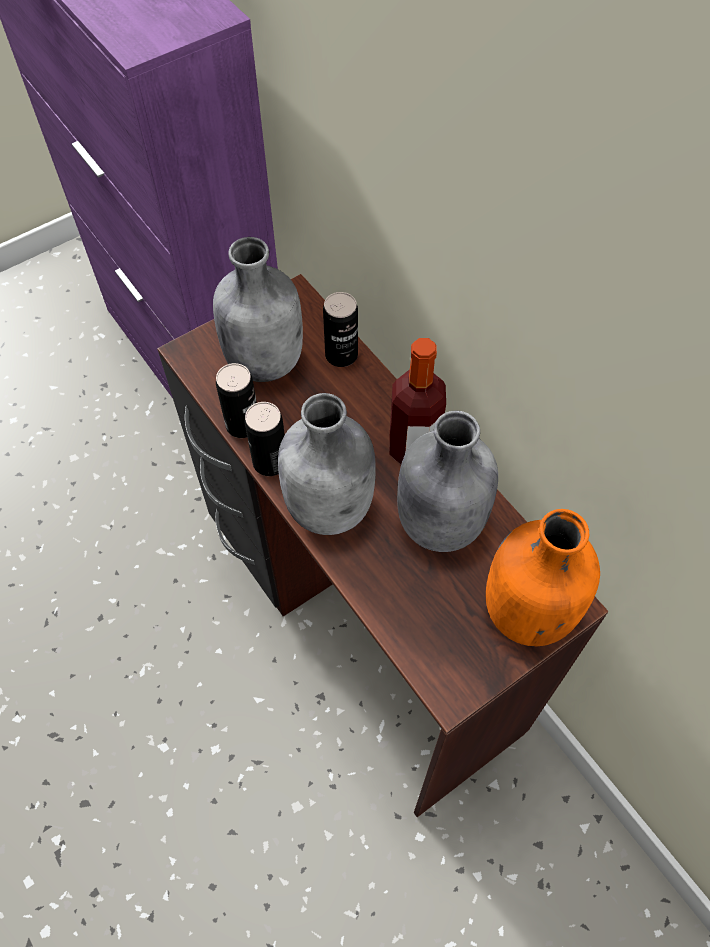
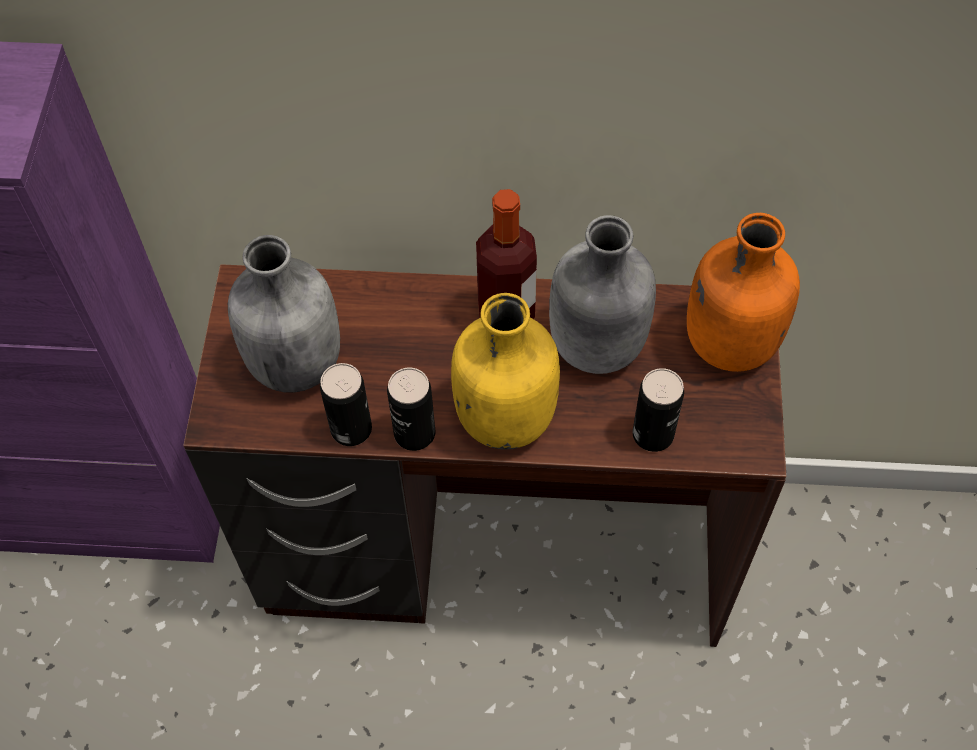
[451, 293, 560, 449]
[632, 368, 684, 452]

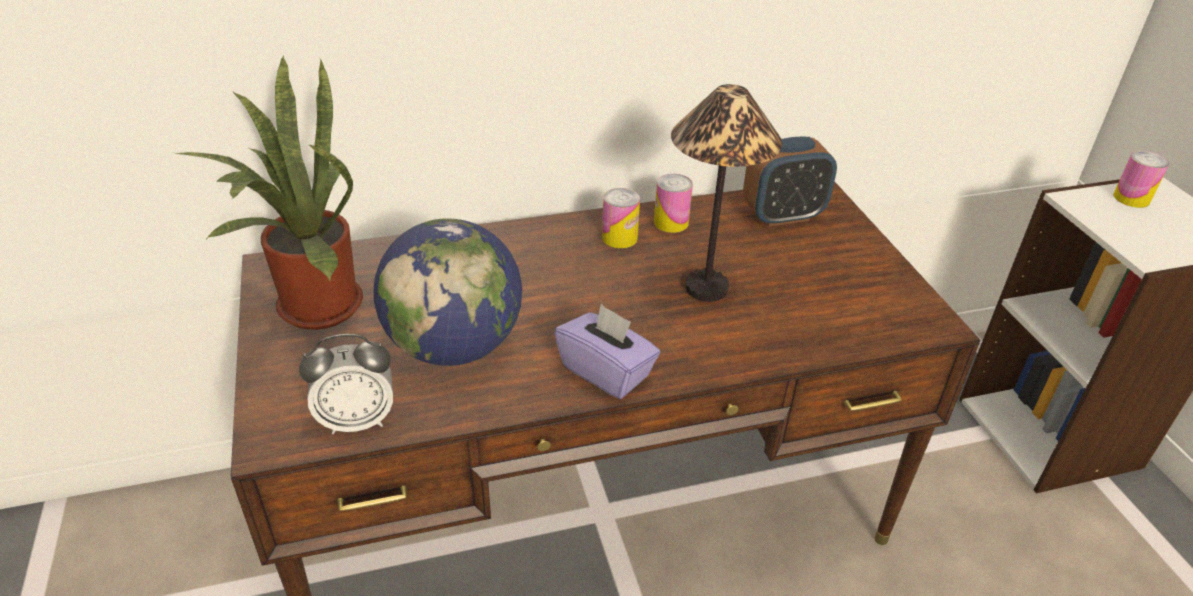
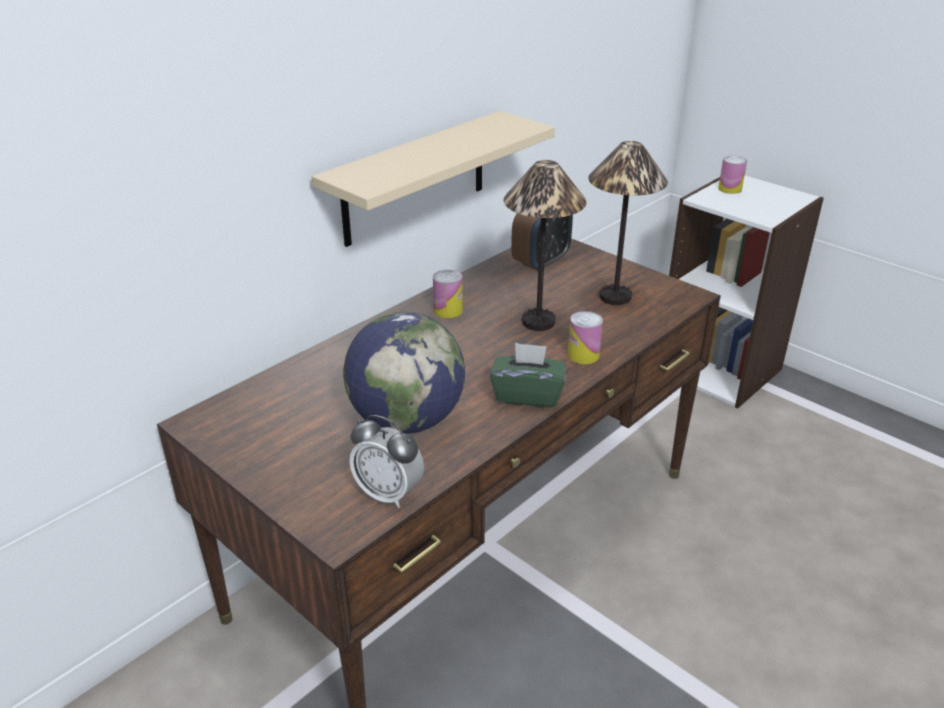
[312, 111, 555, 247]
[349, 415, 424, 508]
[490, 342, 566, 407]
[568, 311, 603, 364]
[588, 141, 668, 305]
[176, 54, 363, 330] (first image)

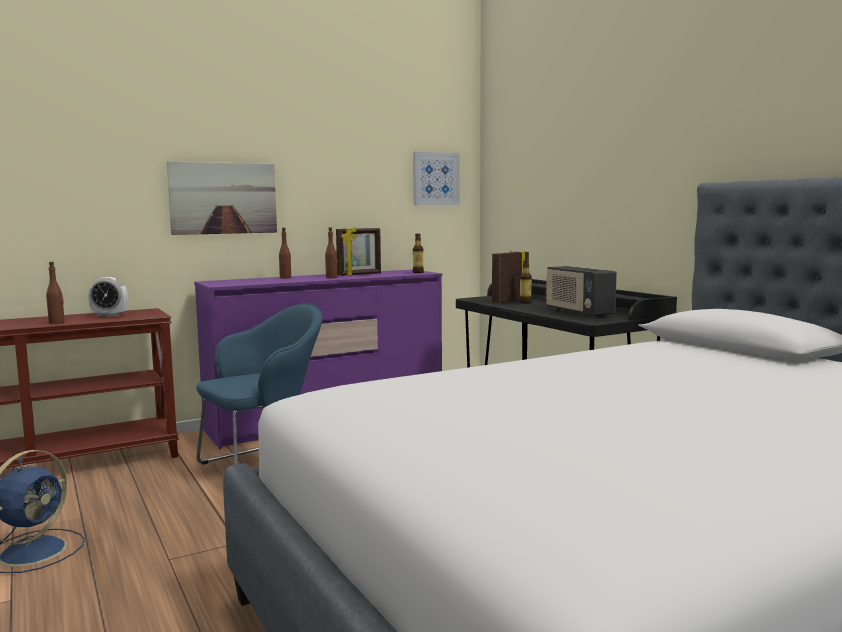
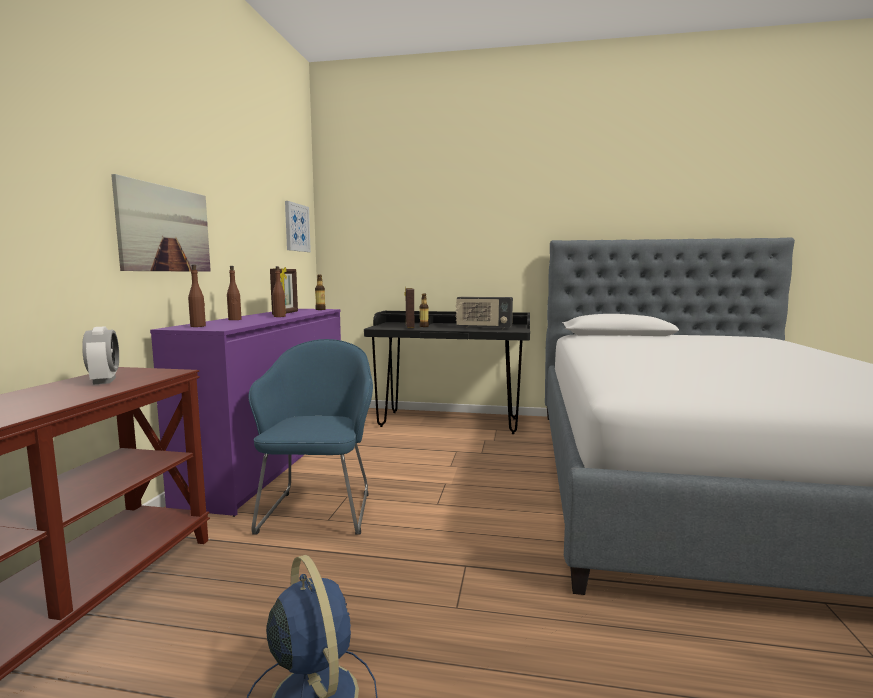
[82, 327, 119, 385]
[188, 265, 206, 327]

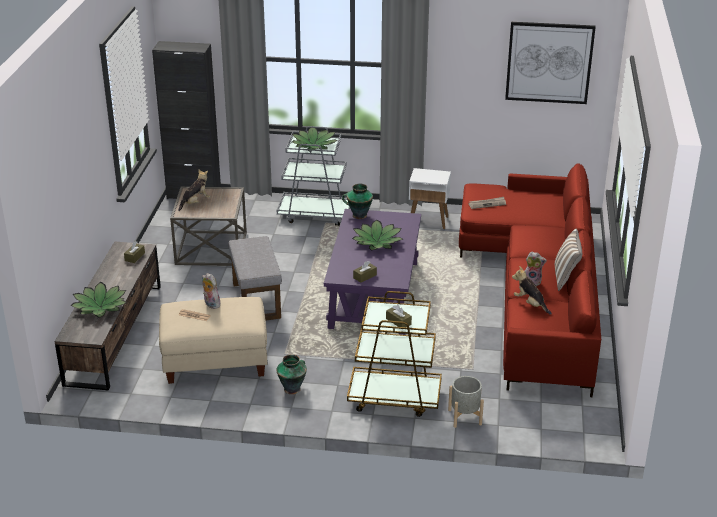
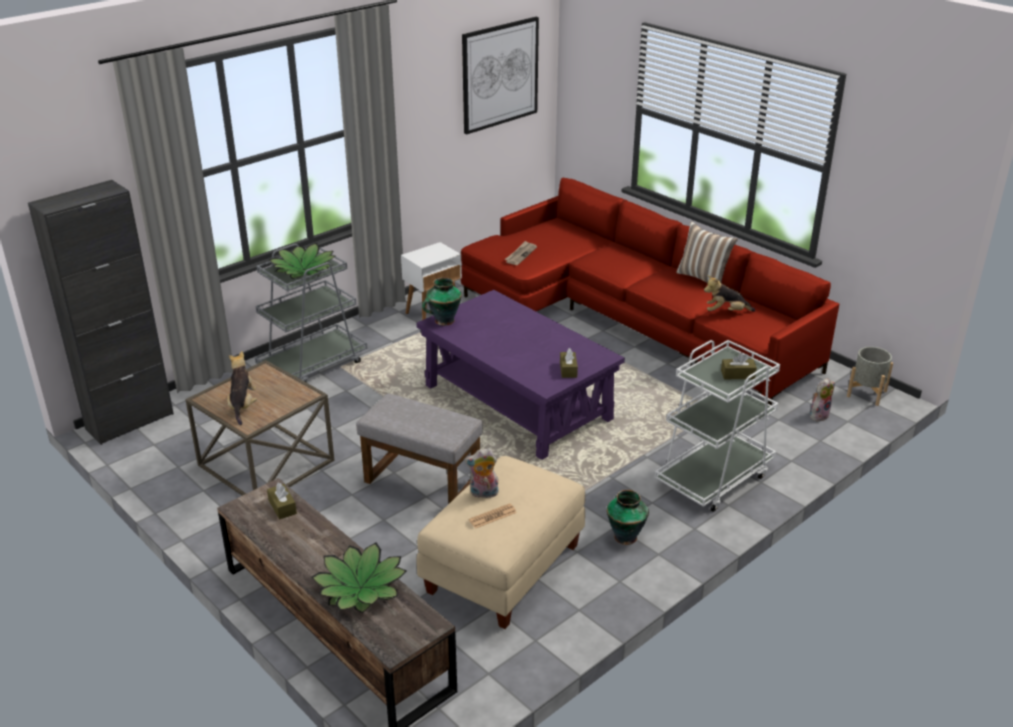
[655, 340, 780, 512]
[810, 378, 835, 421]
[847, 347, 893, 406]
[352, 220, 403, 251] (first image)

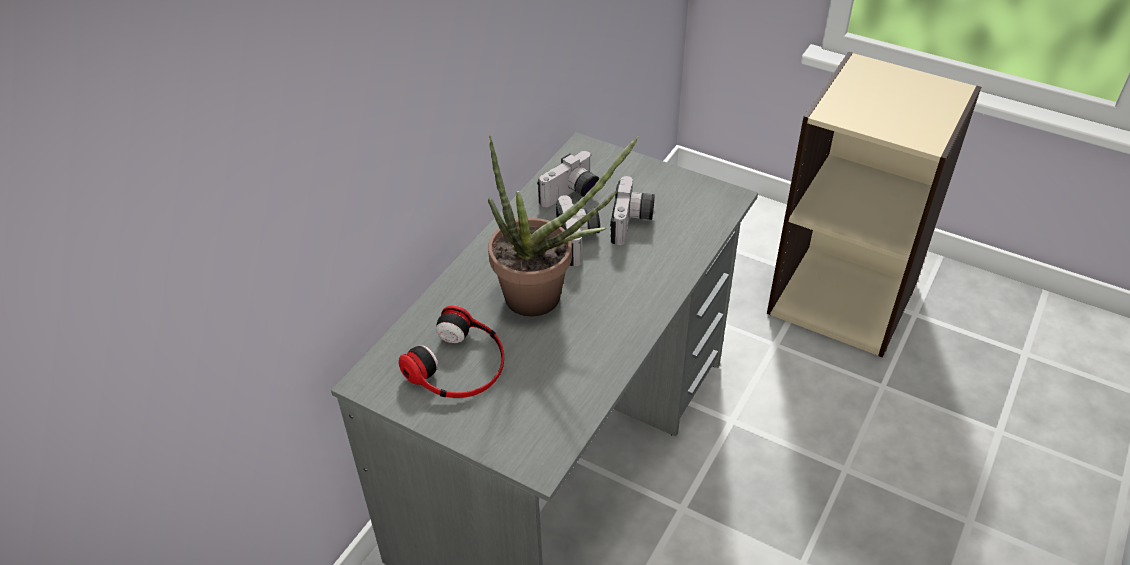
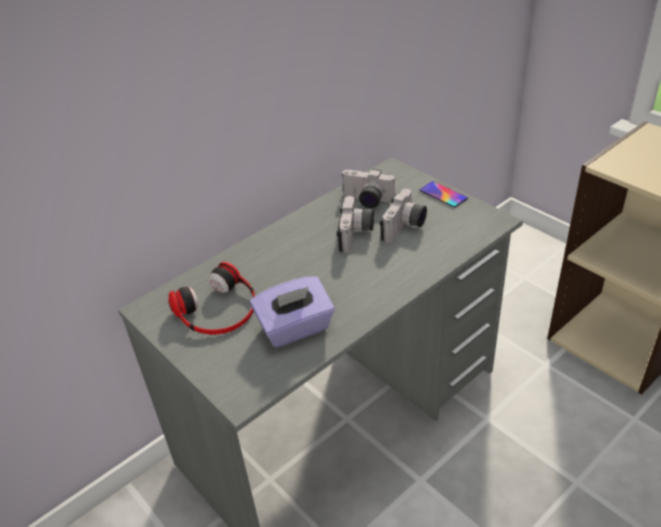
[250, 276, 335, 348]
[341, 169, 395, 208]
[420, 181, 468, 207]
[488, 135, 639, 317] (first image)

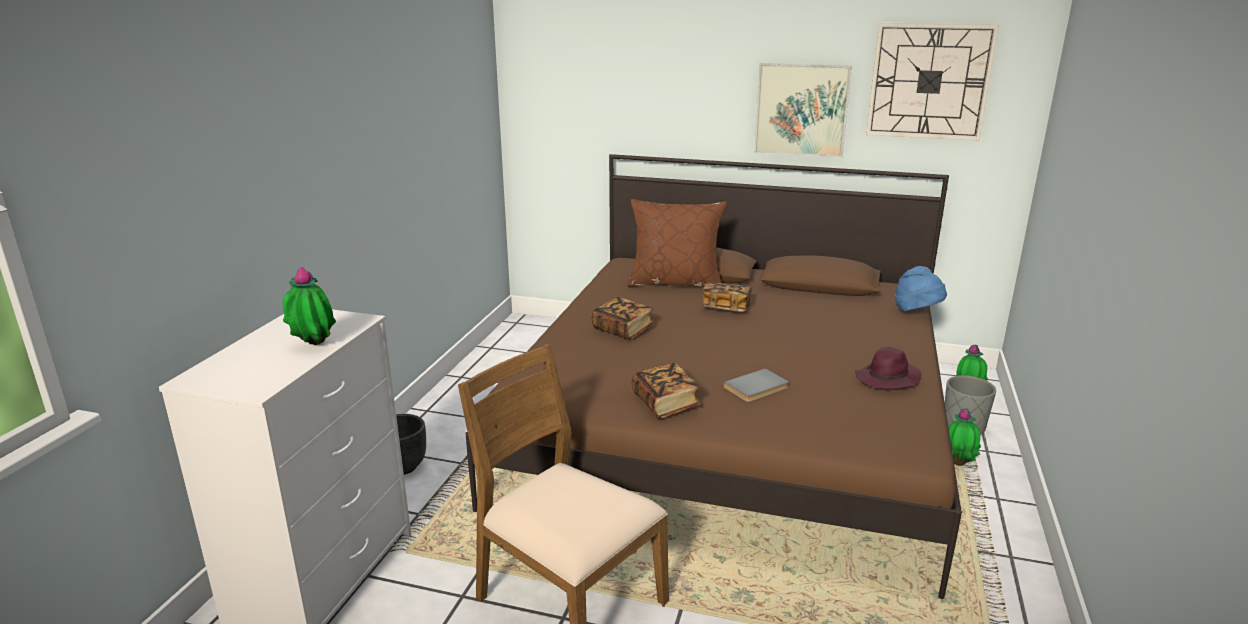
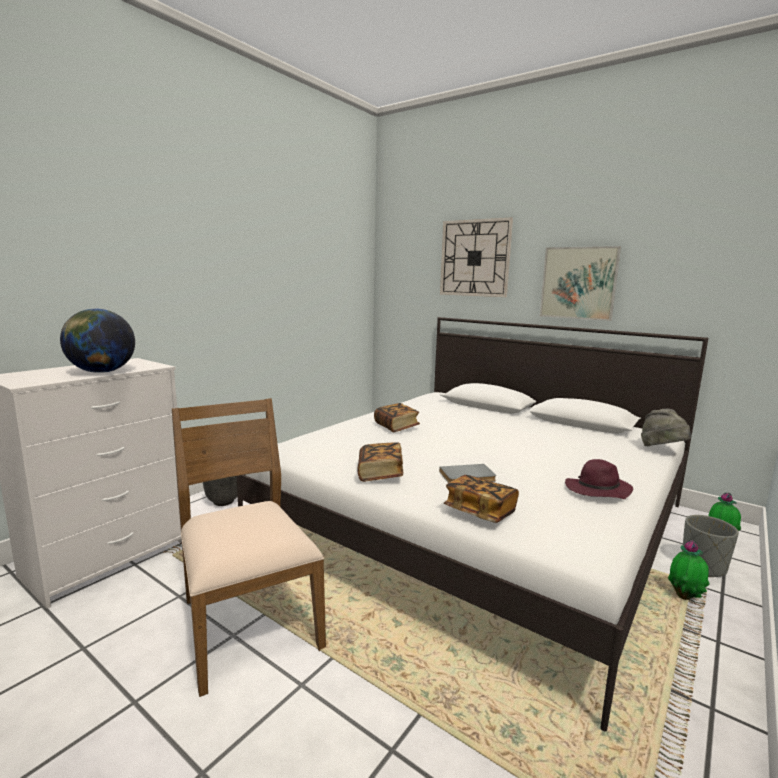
[60, 309, 135, 373]
[237, 317, 708, 732]
[440, 217, 513, 297]
[444, 475, 519, 523]
[641, 408, 691, 446]
[627, 199, 727, 287] (first image)

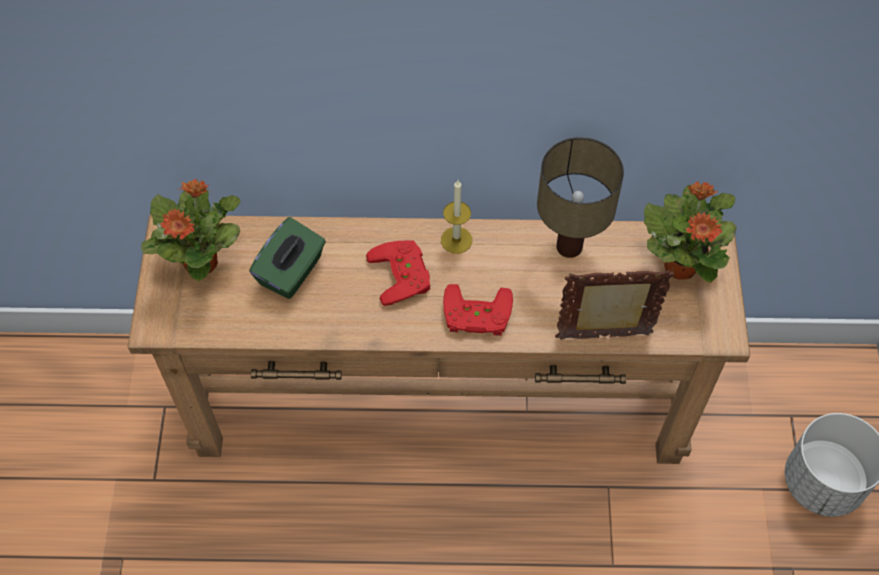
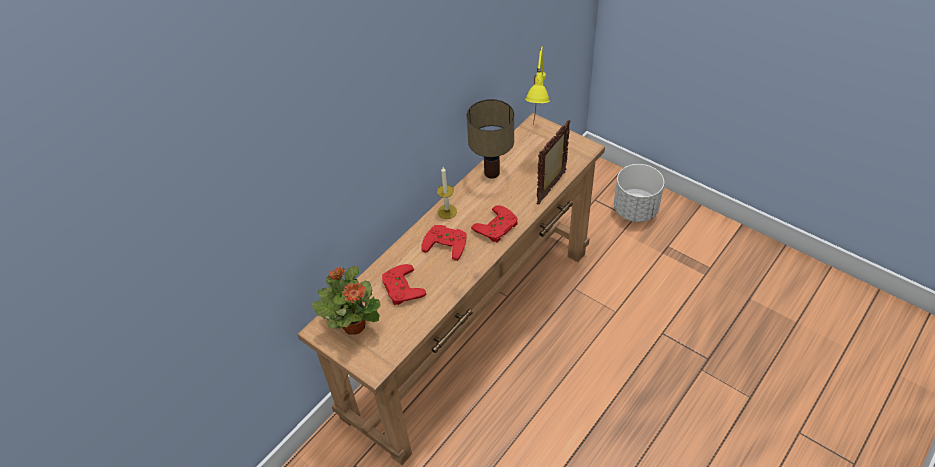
[382, 264, 426, 305]
[525, 47, 550, 124]

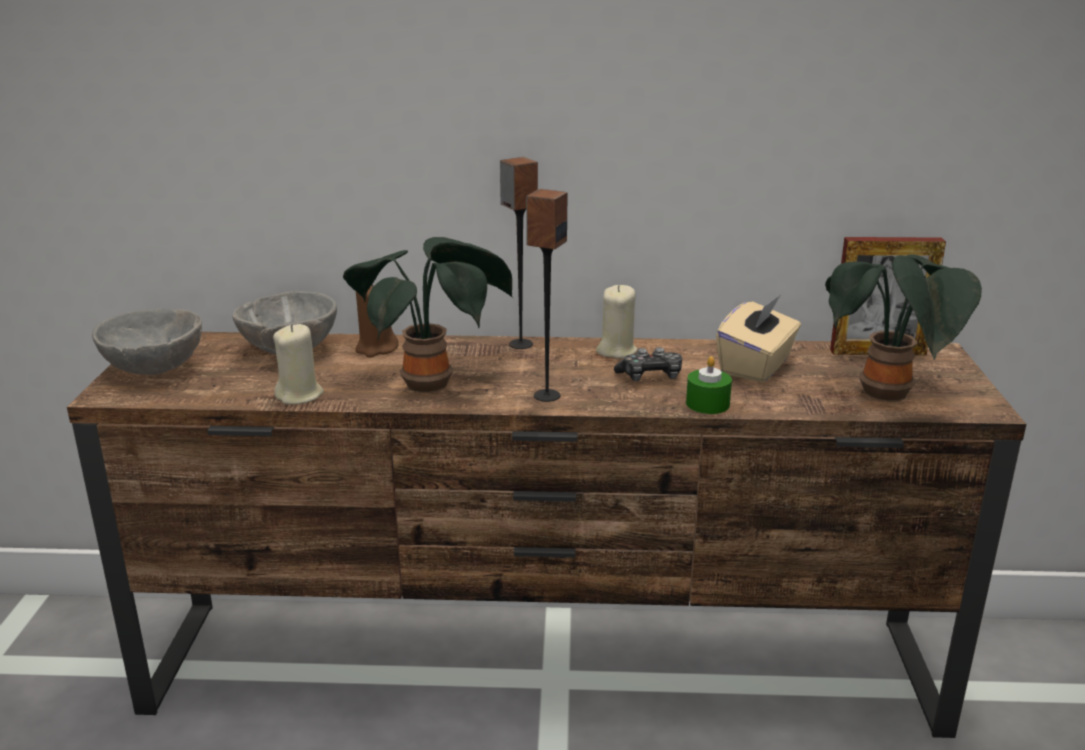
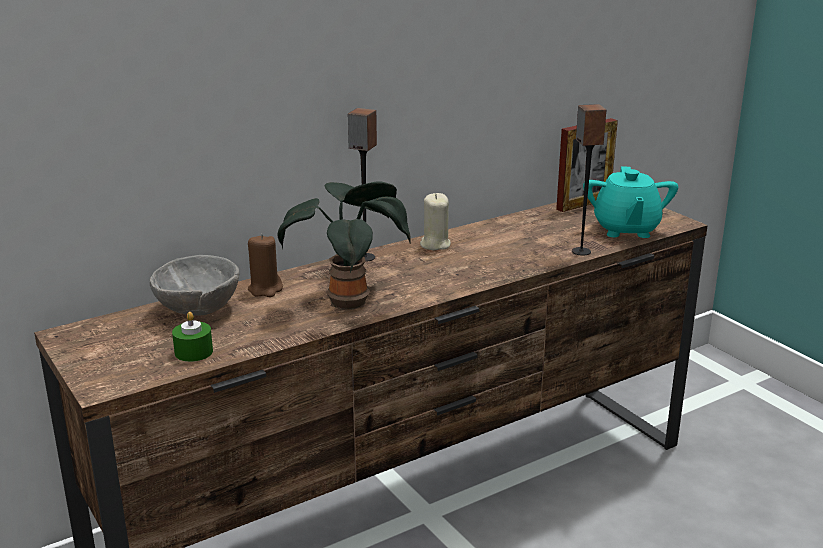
[172, 312, 213, 362]
[572, 104, 606, 256]
[583, 166, 678, 238]
[92, 309, 202, 375] (first image)
[273, 324, 324, 405] (first image)
[614, 347, 682, 381] (first image)
[716, 296, 801, 383] (first image)

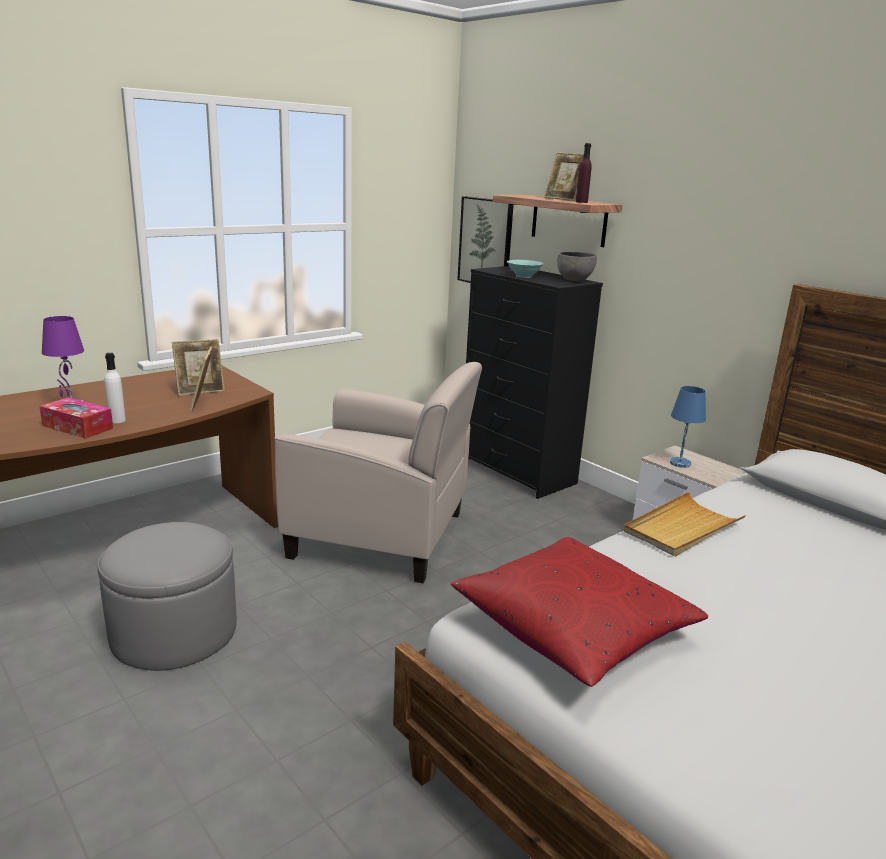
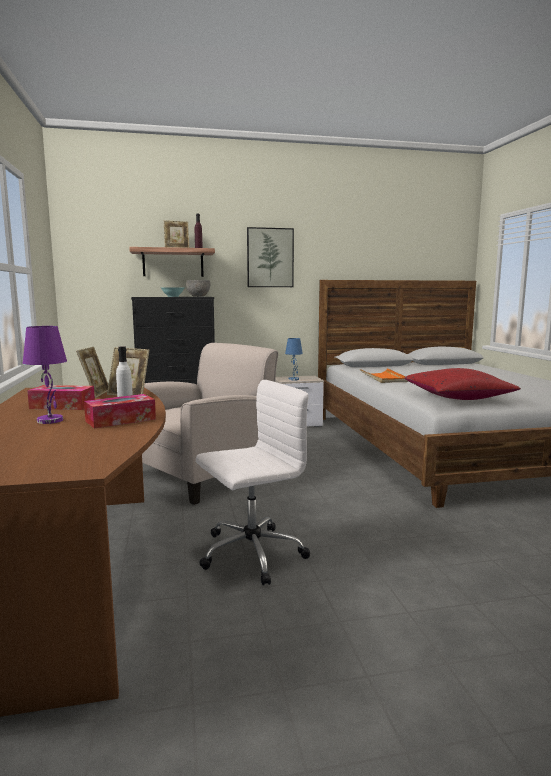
[27, 385, 95, 410]
[196, 380, 310, 585]
[247, 227, 294, 287]
[360, 368, 408, 383]

